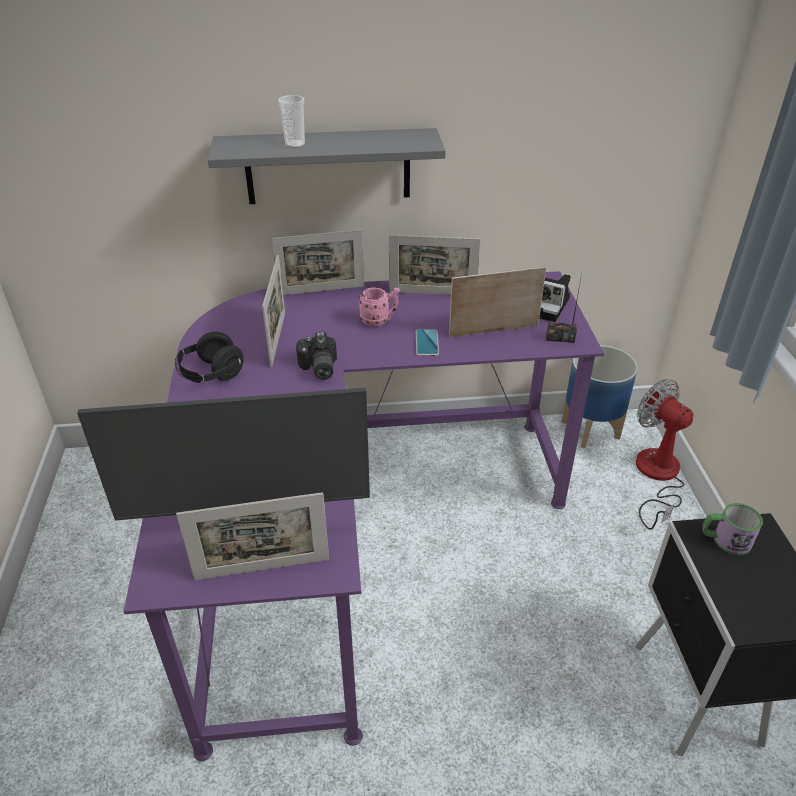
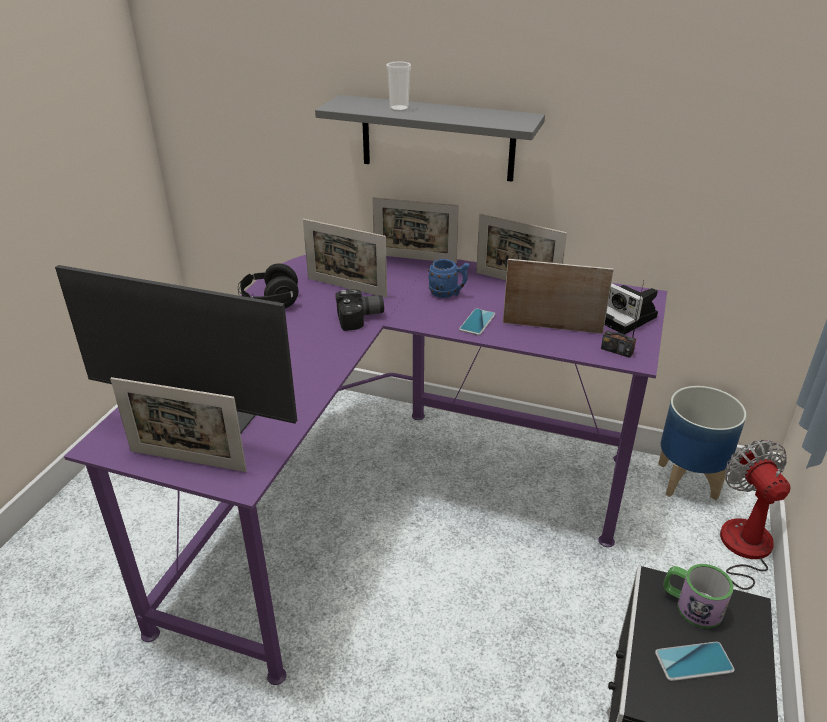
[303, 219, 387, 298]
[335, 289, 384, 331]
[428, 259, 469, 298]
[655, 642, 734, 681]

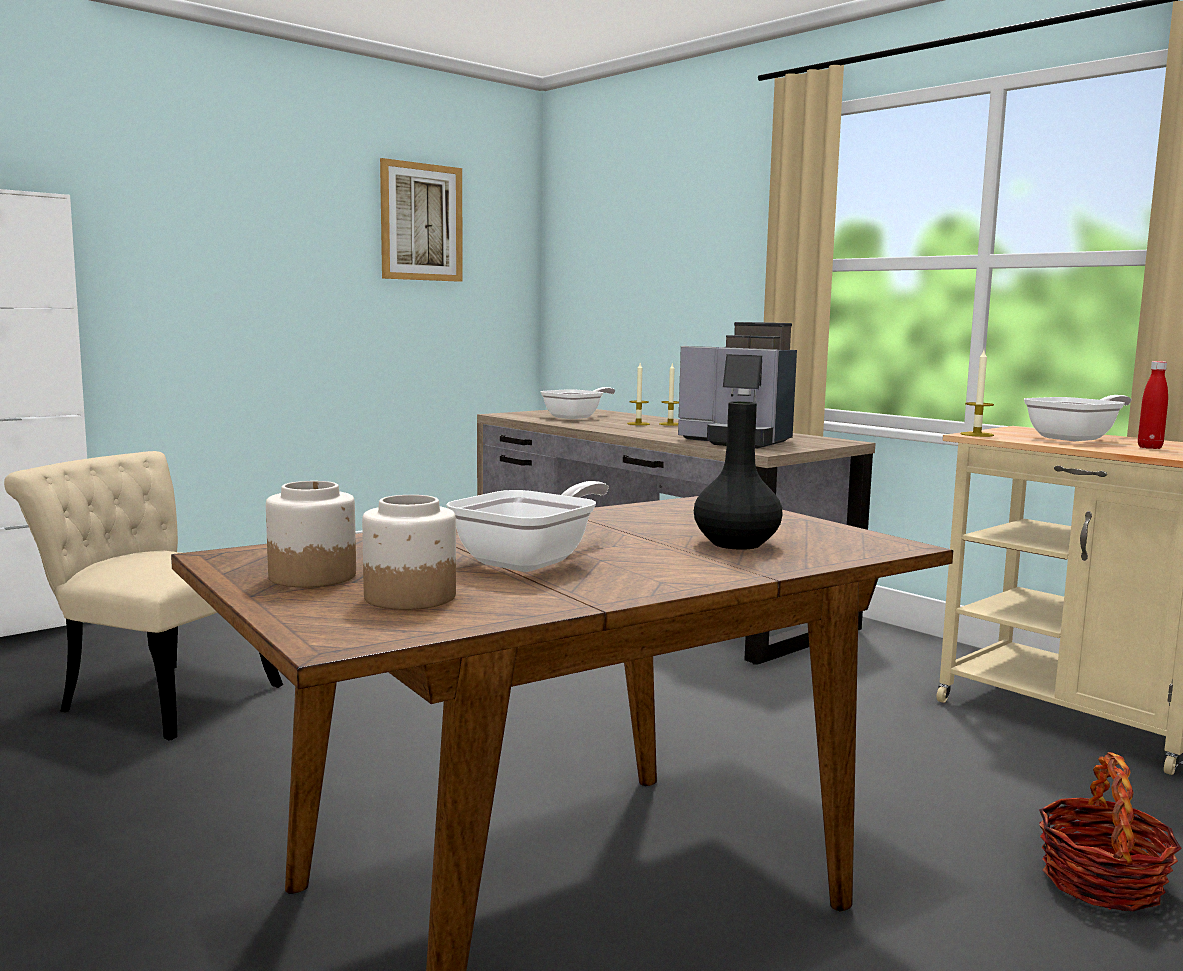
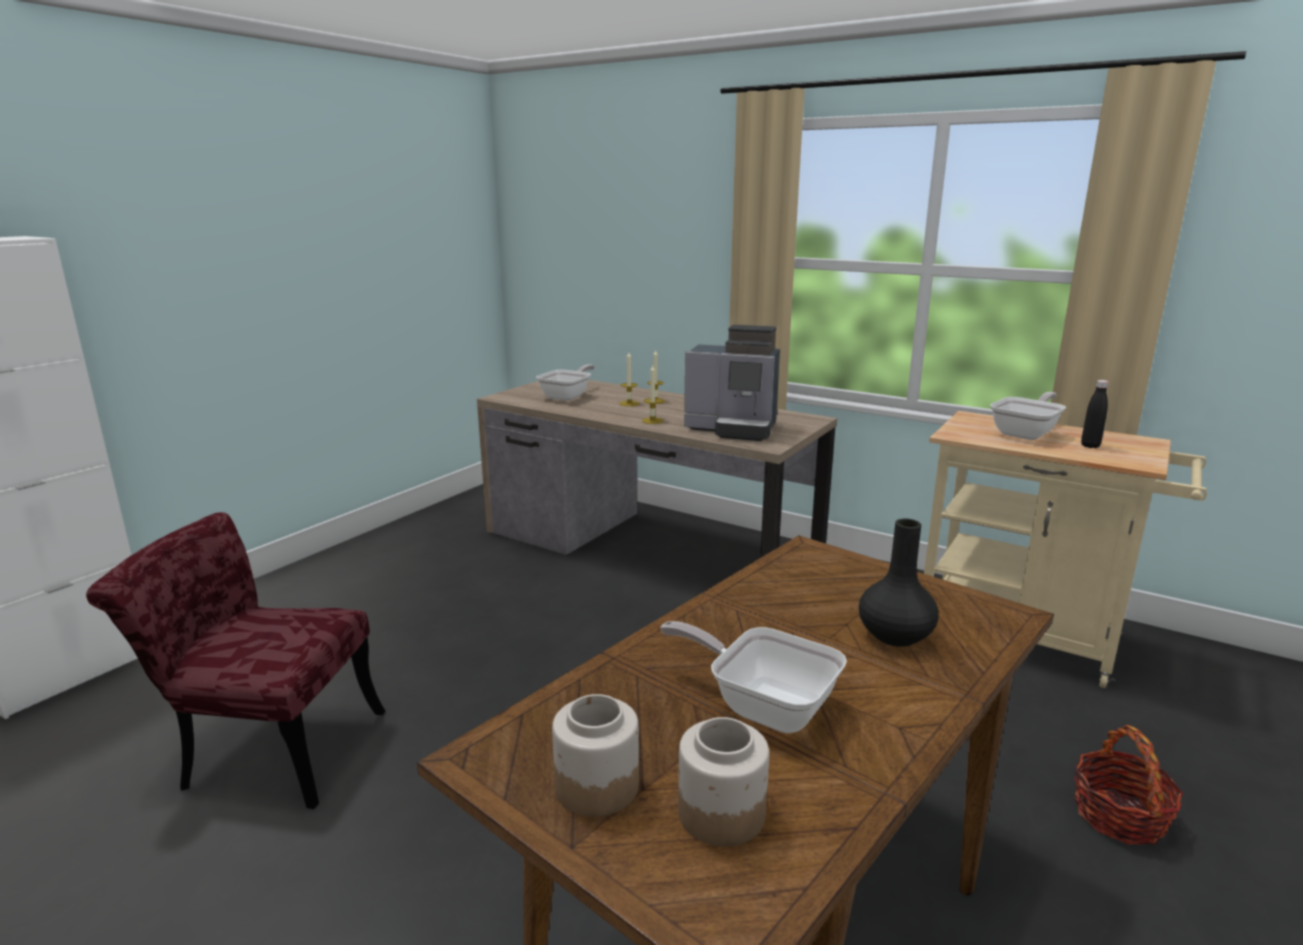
[86, 512, 385, 809]
[642, 365, 663, 424]
[661, 621, 847, 733]
[1081, 380, 1109, 448]
[380, 158, 463, 282] (first image)

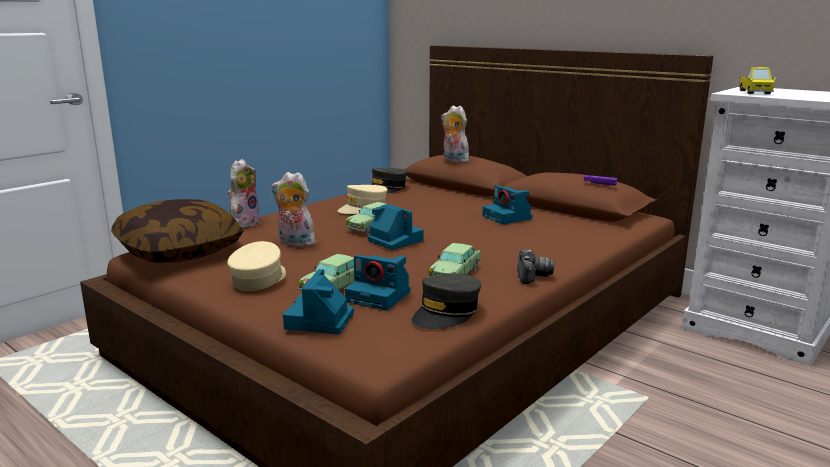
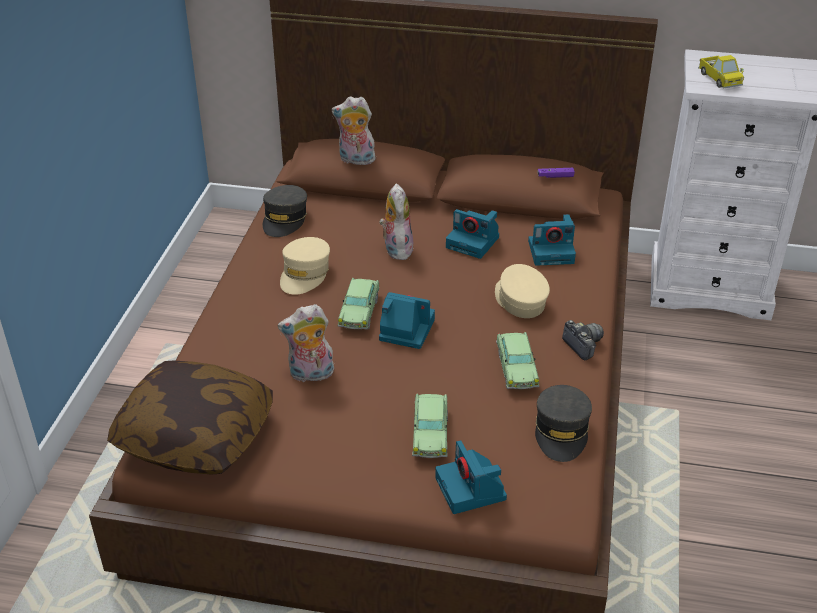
[379, 183, 414, 260]
[495, 264, 550, 318]
[528, 214, 576, 266]

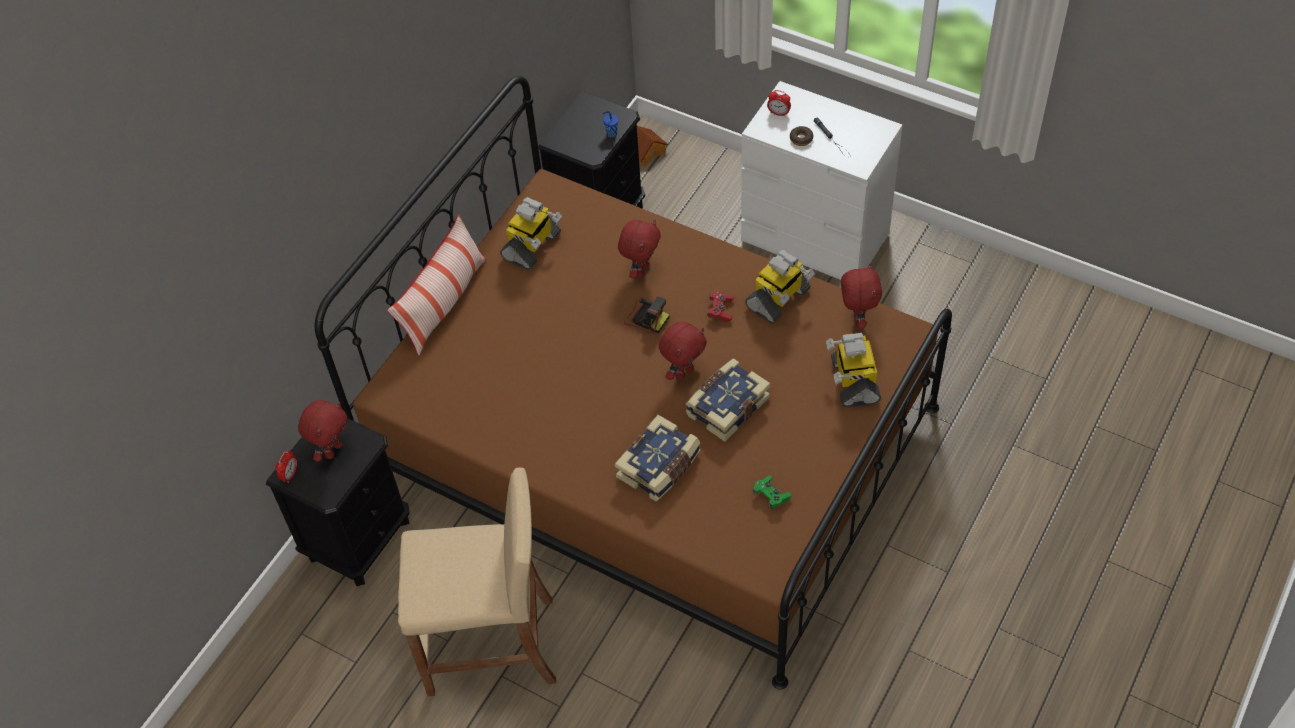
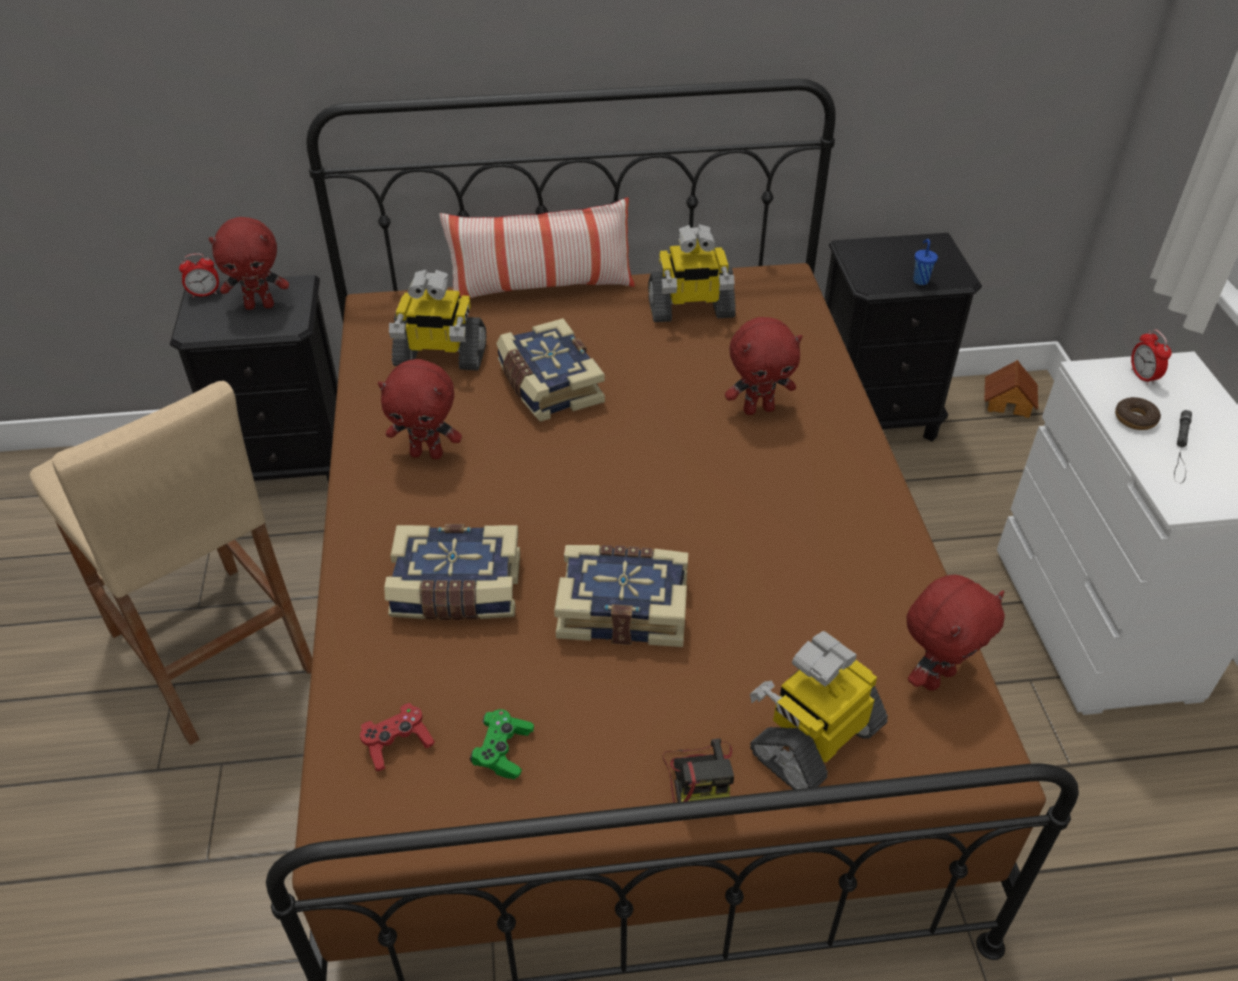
[360, 703, 435, 771]
[378, 359, 462, 459]
[389, 270, 487, 371]
[496, 318, 605, 422]
[663, 739, 734, 803]

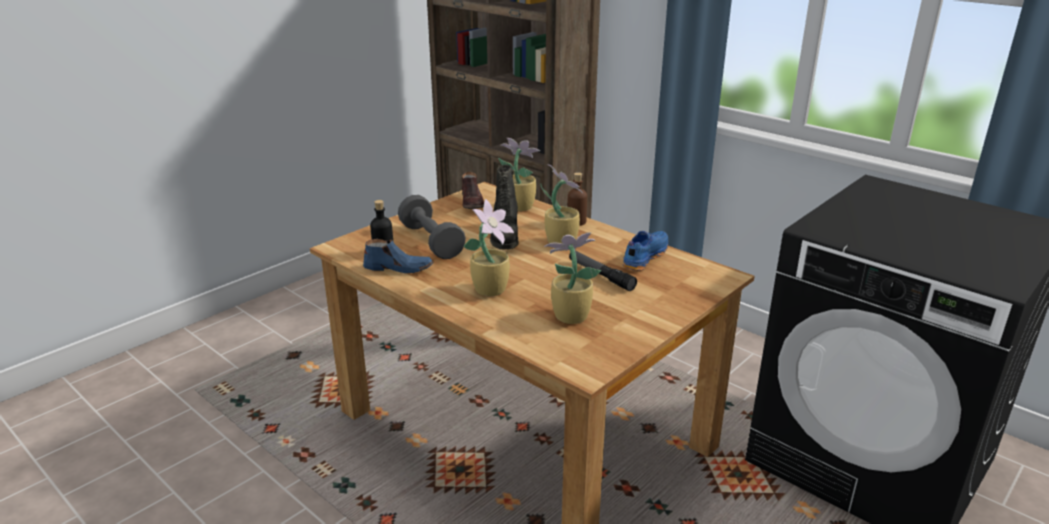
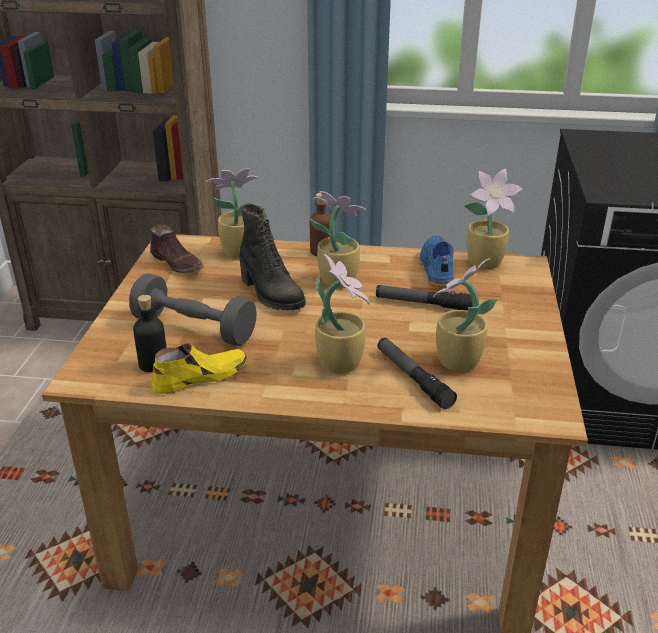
[151, 343, 248, 394]
[377, 338, 457, 409]
[464, 168, 523, 269]

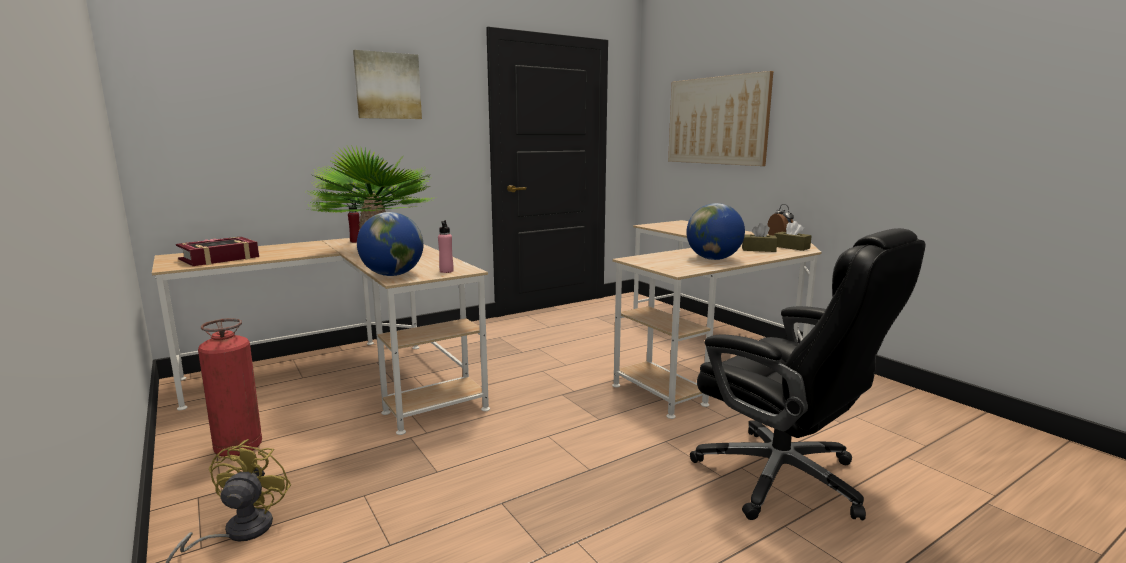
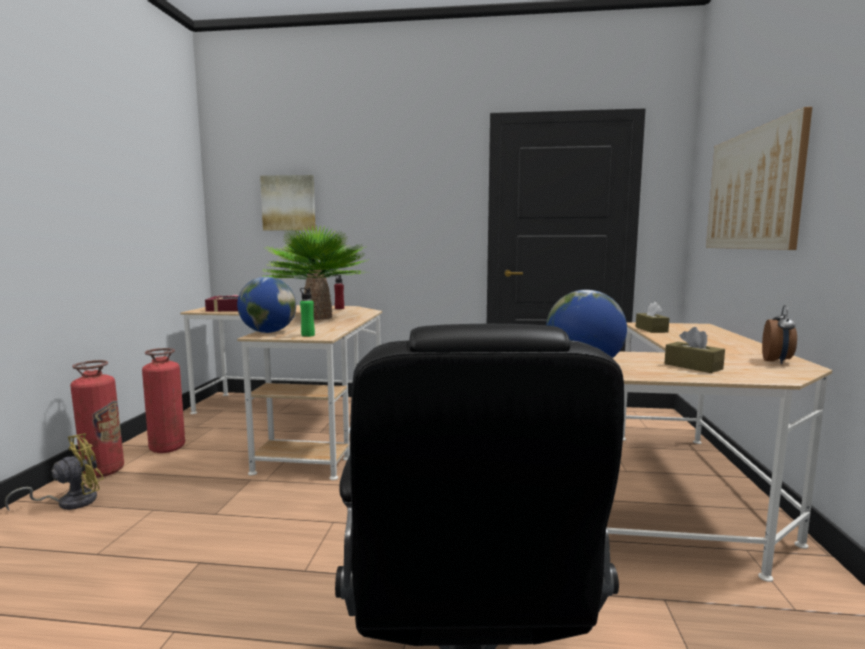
[70, 360, 124, 478]
[260, 175, 316, 231]
[300, 288, 315, 337]
[636, 302, 669, 333]

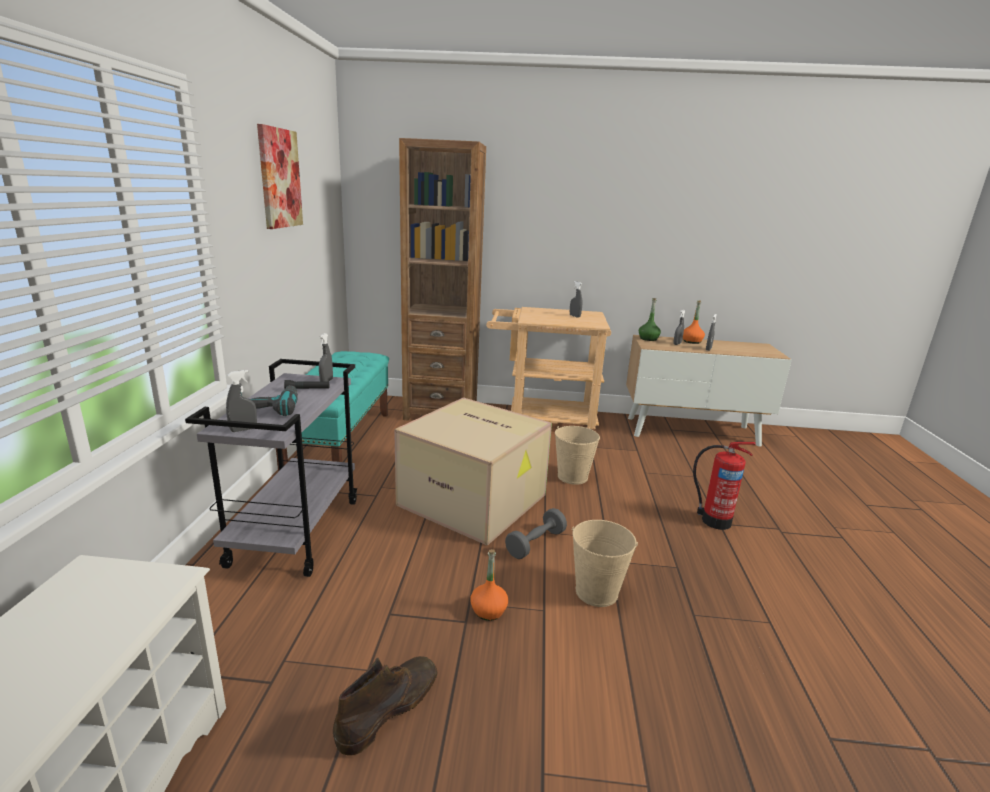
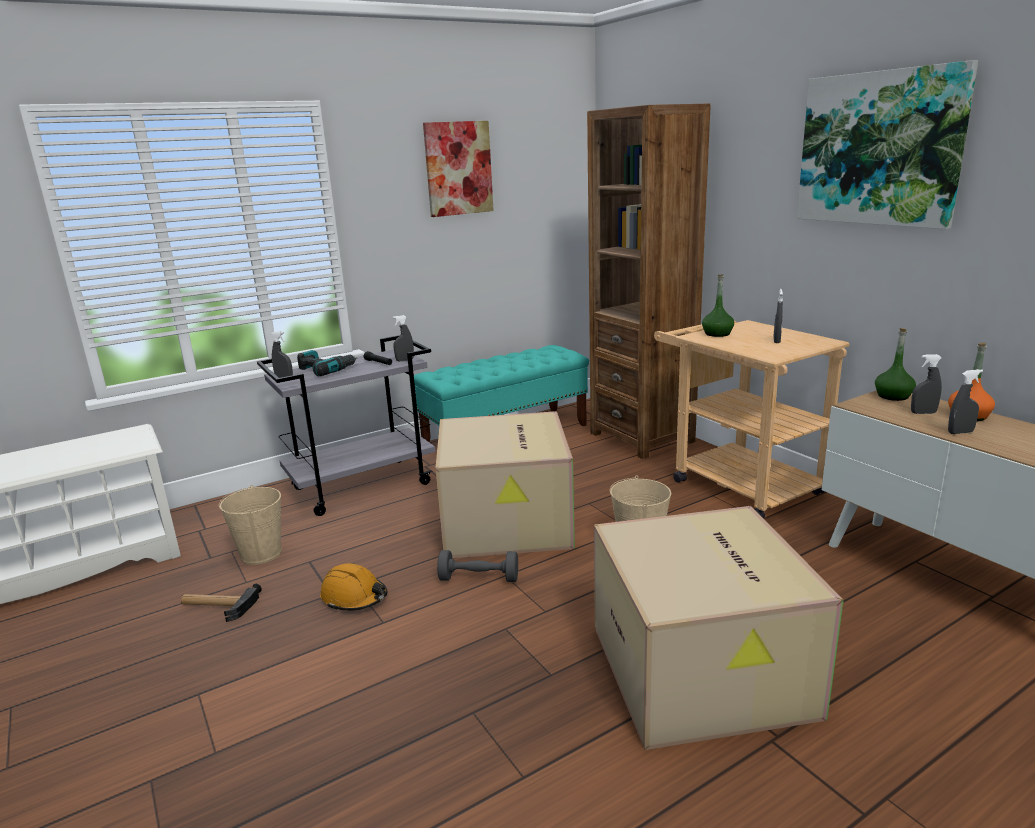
[181, 584, 262, 622]
[219, 485, 282, 565]
[320, 563, 388, 611]
[594, 506, 844, 750]
[702, 274, 734, 337]
[797, 60, 978, 229]

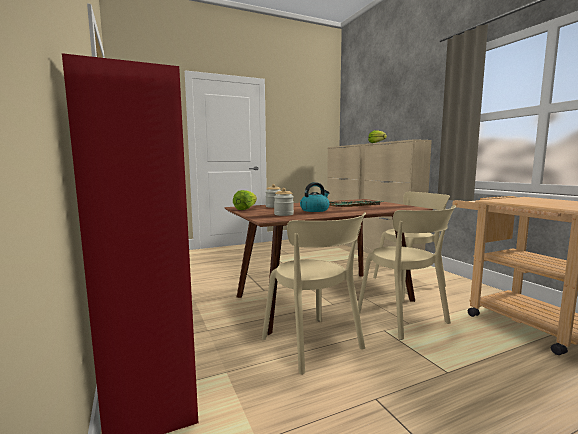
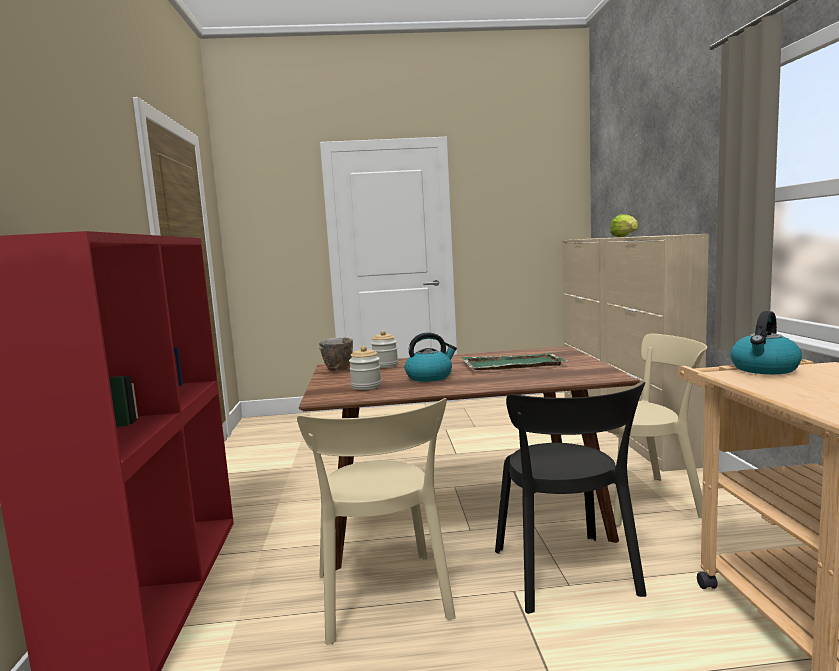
[319, 337, 354, 371]
[495, 382, 647, 614]
[730, 311, 802, 374]

